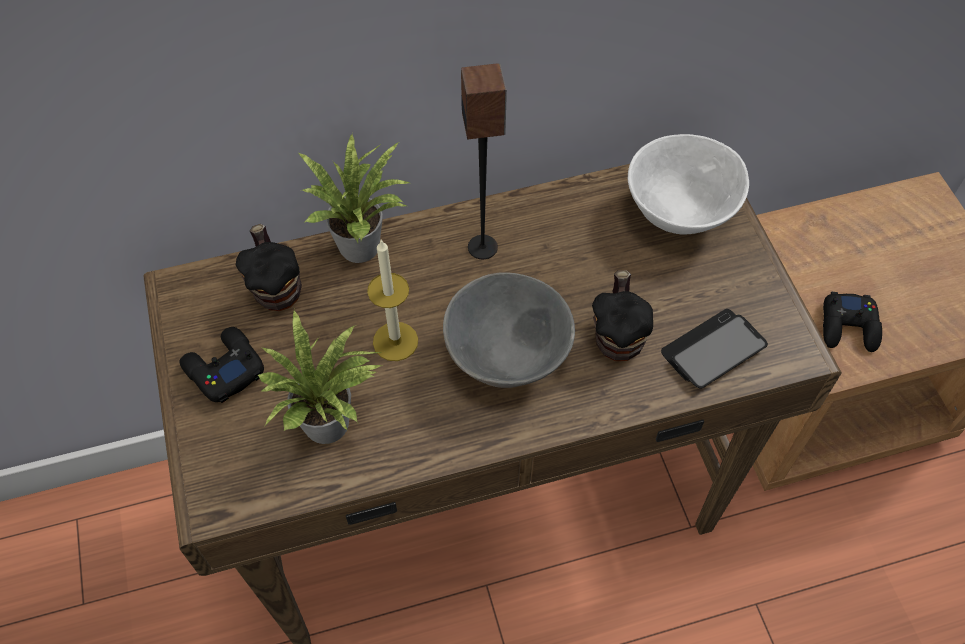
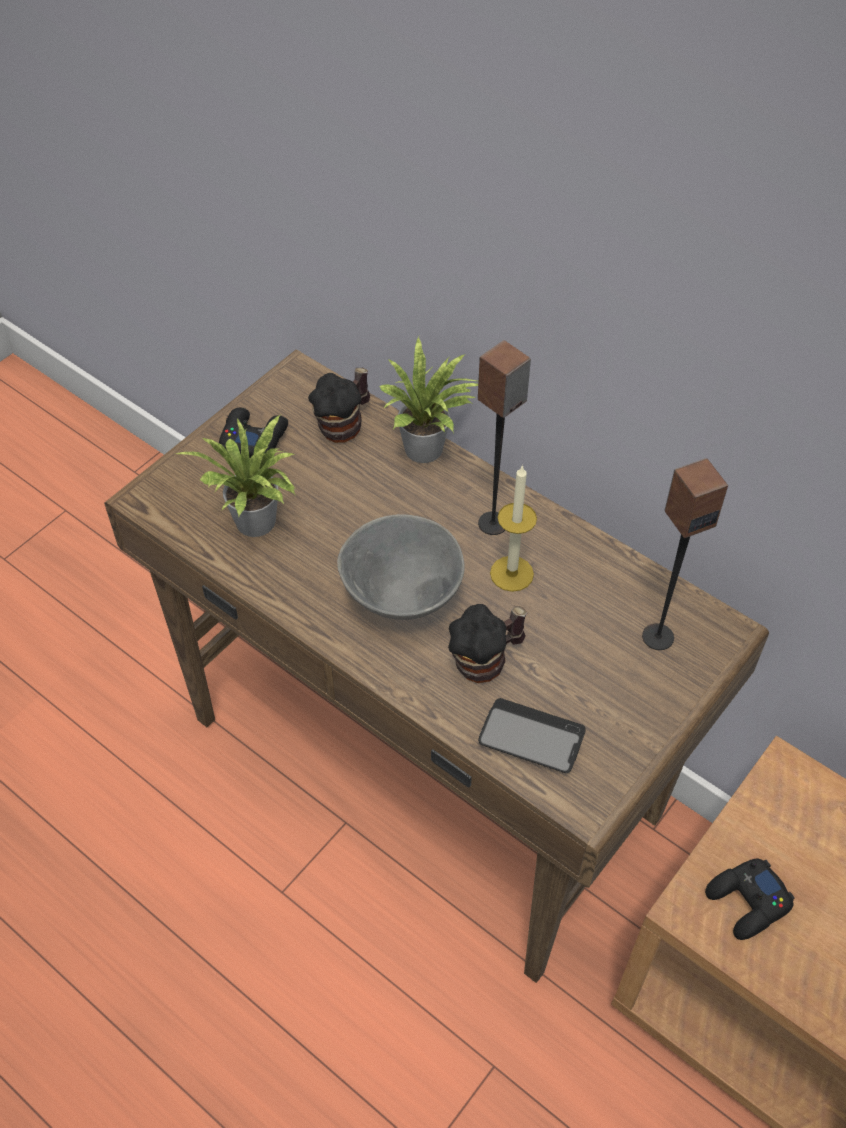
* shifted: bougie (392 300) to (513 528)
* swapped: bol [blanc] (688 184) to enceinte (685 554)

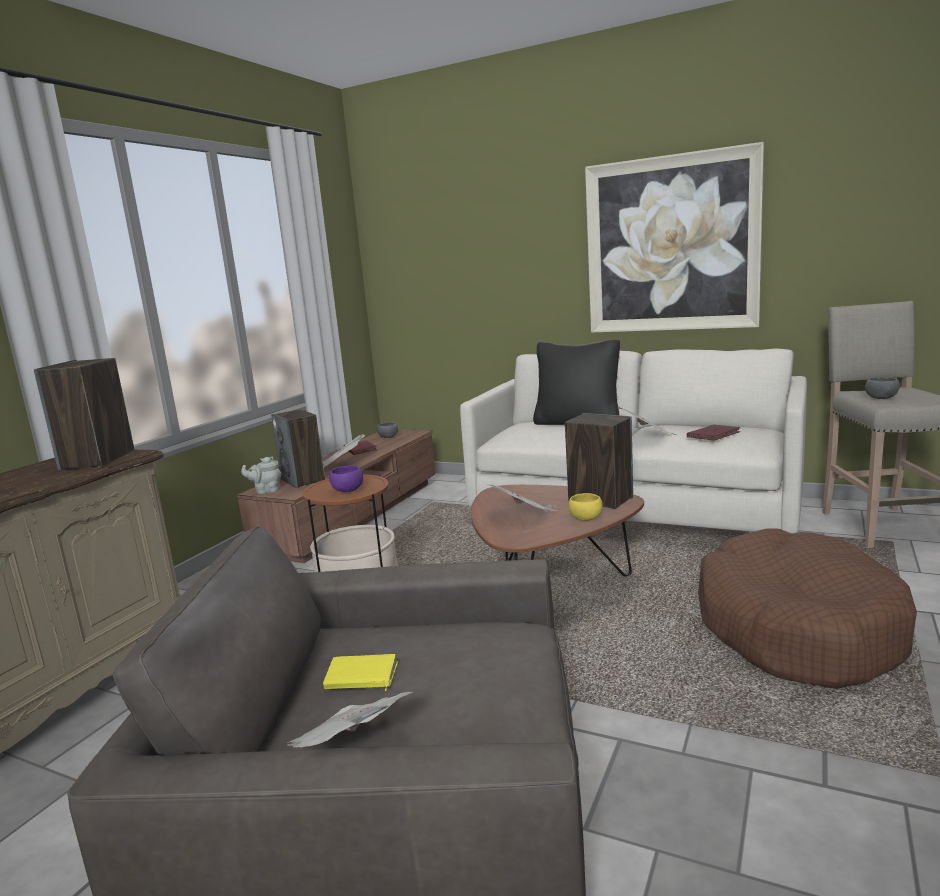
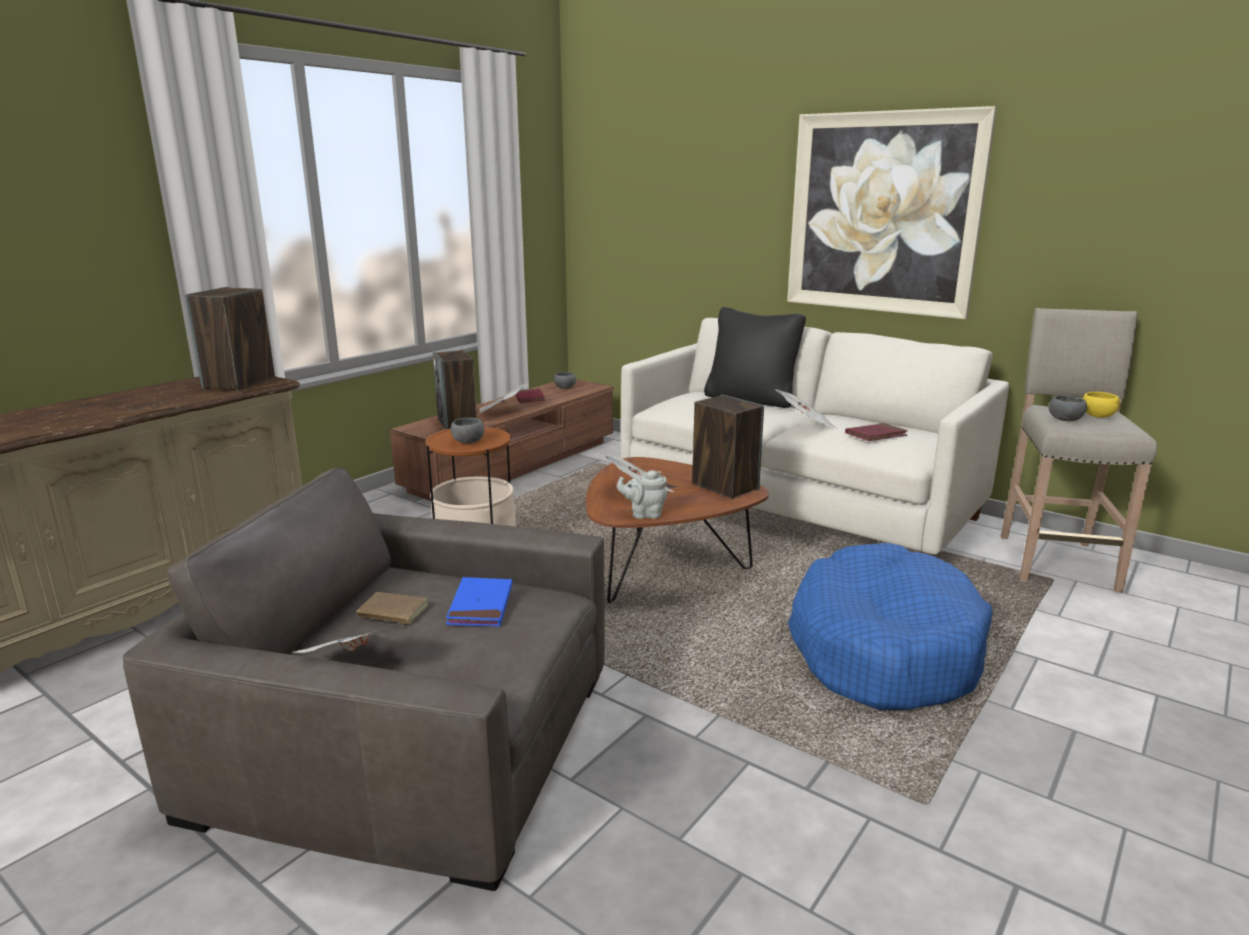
* repainted: livre [jaune] (360 672) to livre [marron] (392 609)
* new: livre [bleu] (479 602)
* repainted: bol [violet] (346 478) to bol [gris] (467 431)
* shifted: théière [gris] (261 475) to (642 494)
* repainted: panier pour chien [marron] (807 609) to panier pour chien [bleu] (890 626)
* shifted: bol [jaune] (585 507) to (1101 405)

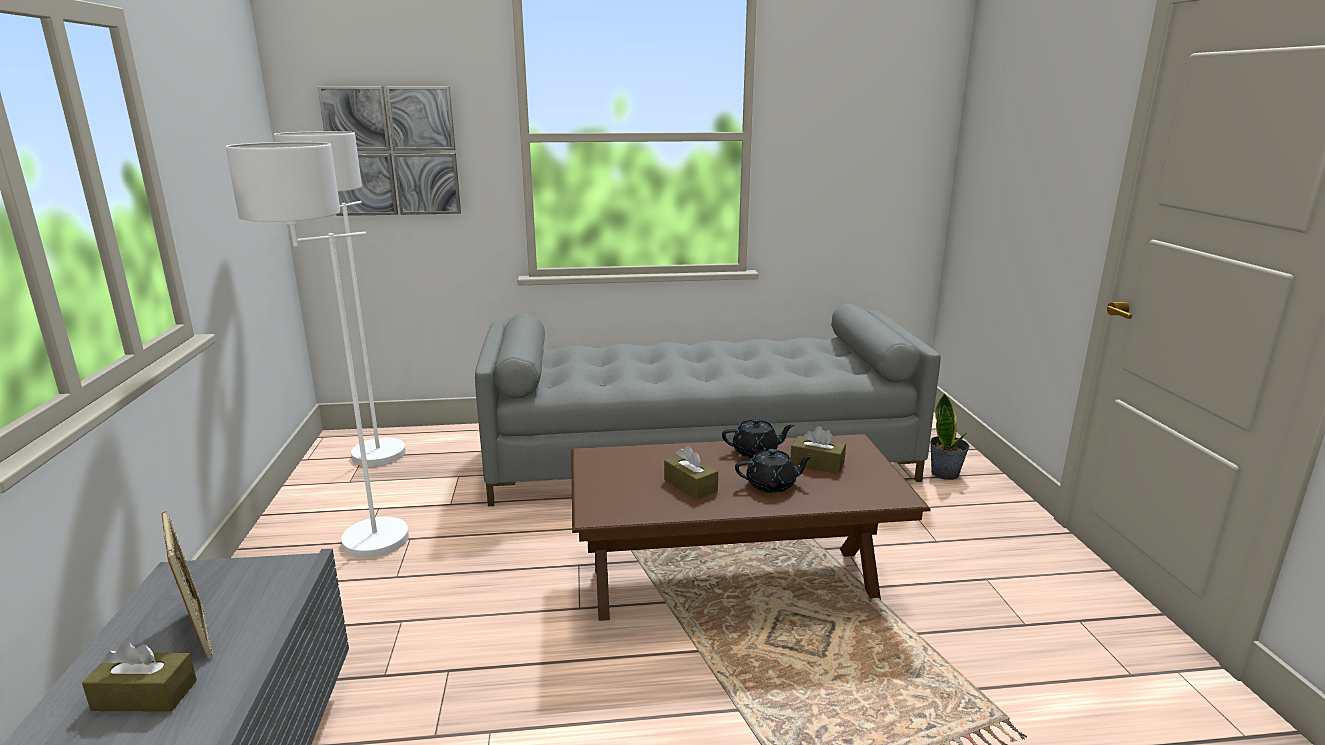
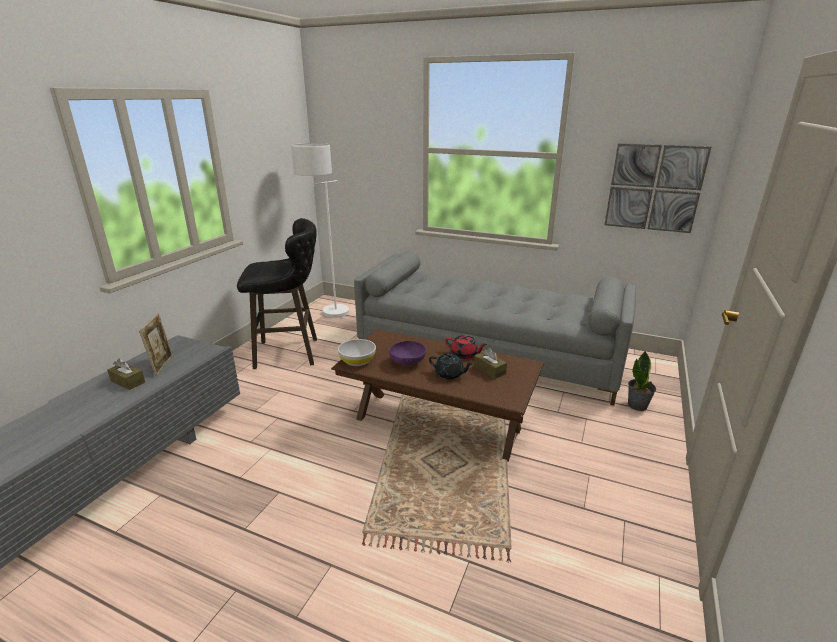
* swapped: lampadaire [blanc] (317 350) to tabouret [noir] (277 293)
* new: bol [blanc] (357 352)
* swapped: boîte à mouchoirs [marron] (691 473) to bol [violet] (407 353)
* repainted: théière [noir] (758 438) to théière [rouge] (466 347)
* shifted: tableau (389 151) to (658 188)

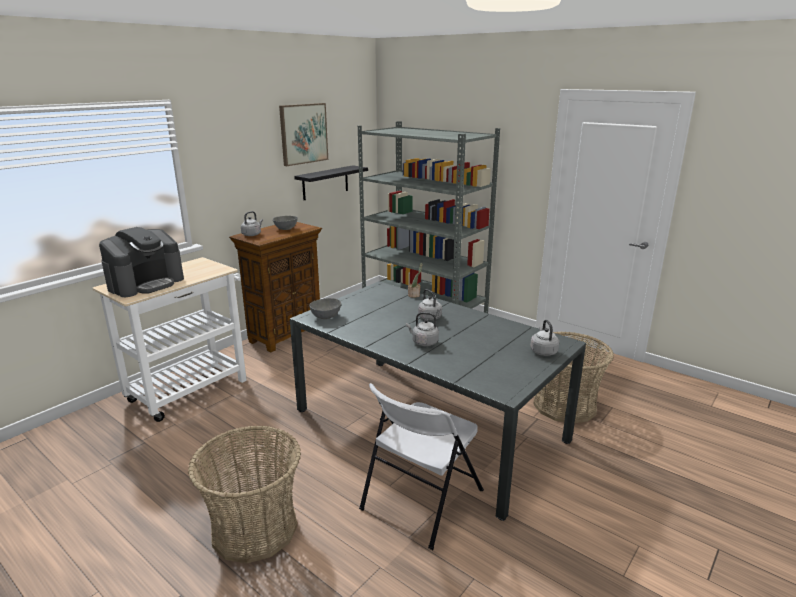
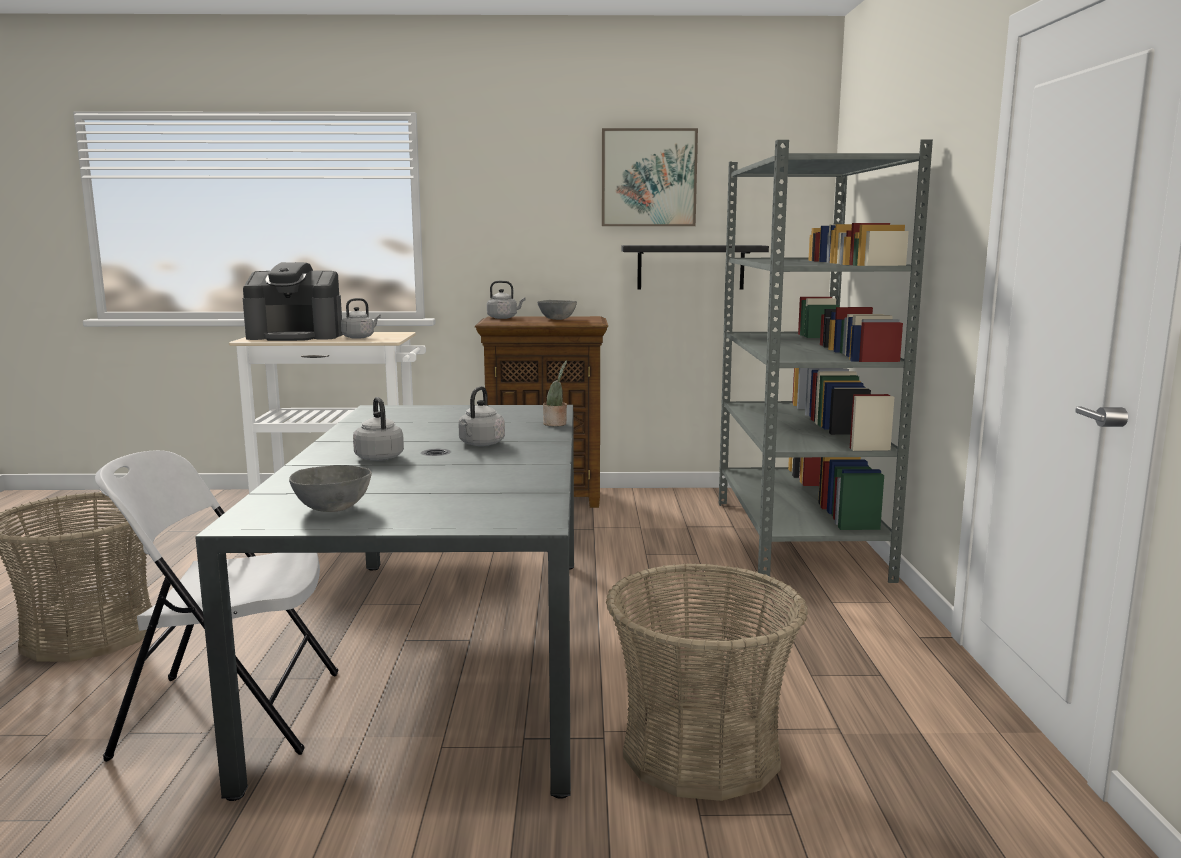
* shifted: bol [gris] (325 308) to (330 488)
* shifted: bouilloire [gris] (544 338) to (361 318)

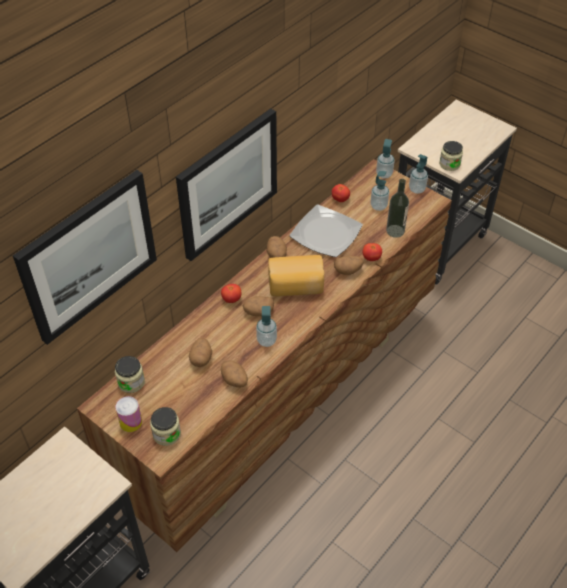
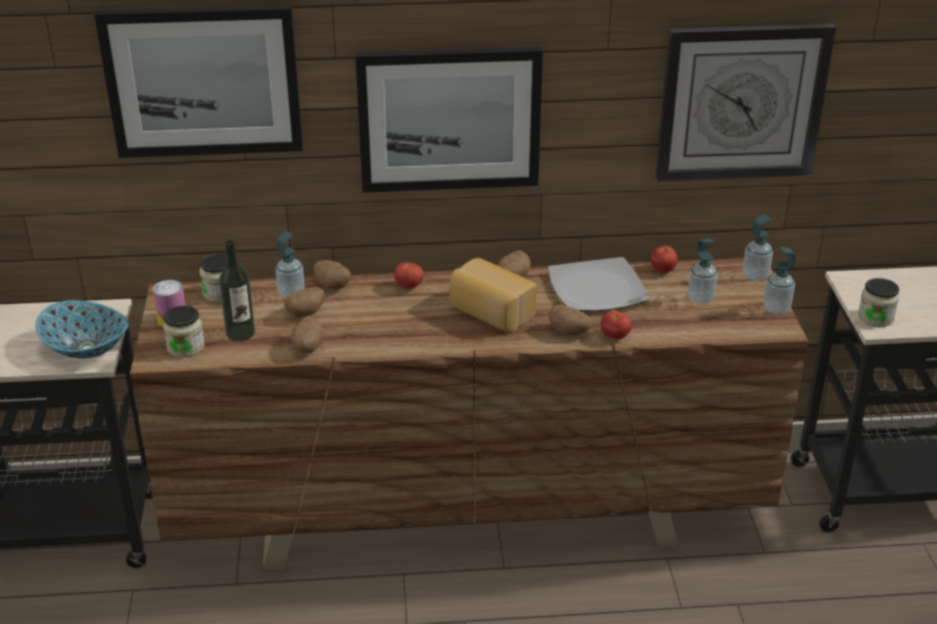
* new: bol (82 329)
* shifted: bouteille (397 208) to (237 290)
* shifted: distributeur de savon (266 326) to (290 264)
* shifted: pomme de terre (258 306) to (332 274)
* new: horloge murale (745 103)

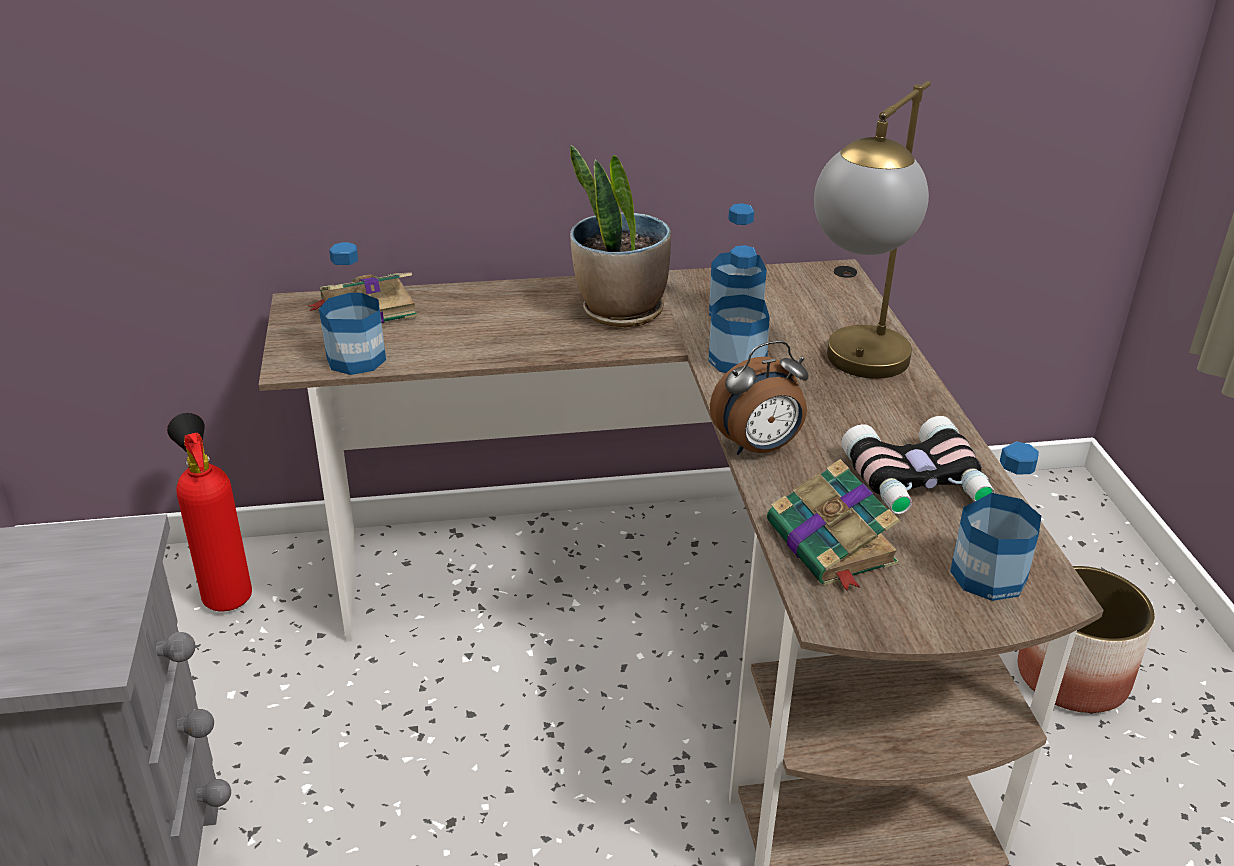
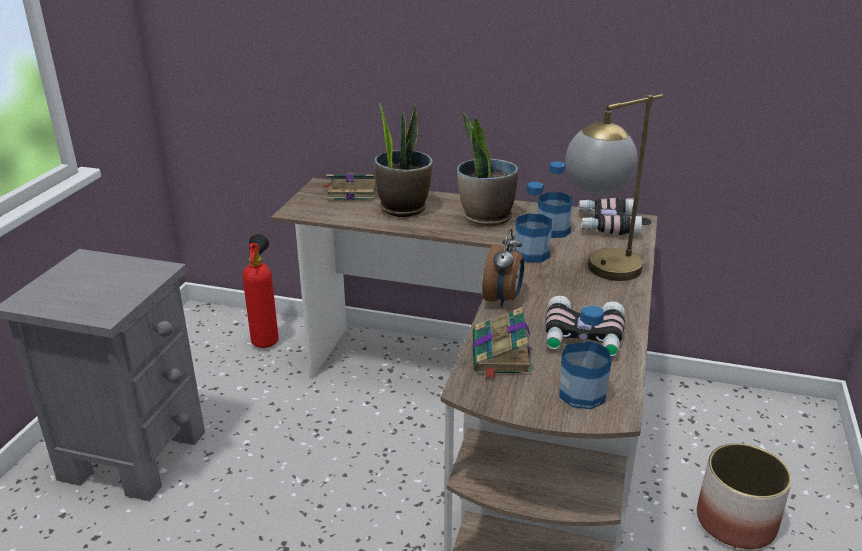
* new: plante en pot (403 159)
* rotated: réveil (759 398) = (503 268) 75 degrees counterclockwise
* new: jumelles (610 216)
* gone: bouteille (352 308)

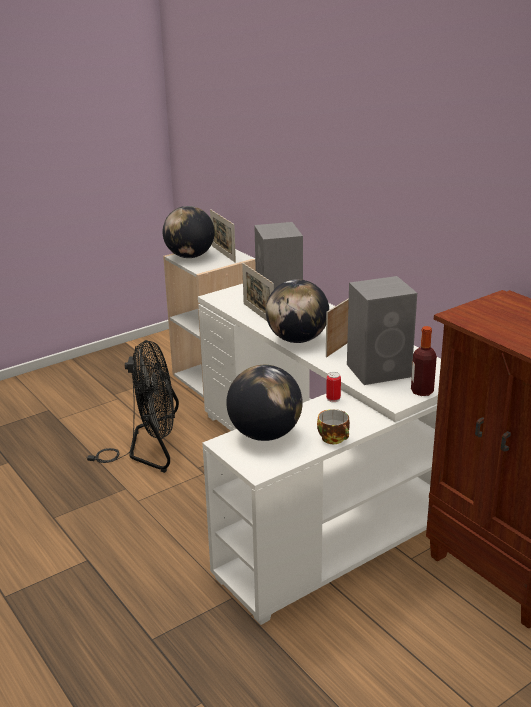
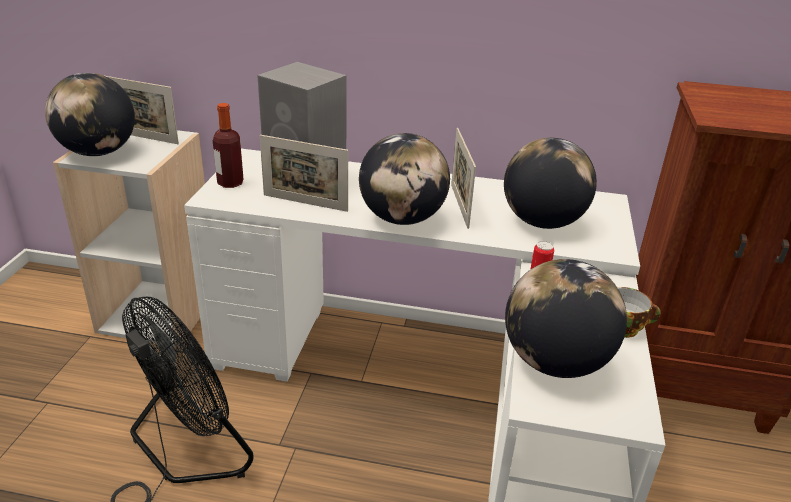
* shifted: bouteille (424 361) to (228 145)
* swapped: enceinte [gris] (382 330) to globe (550 183)

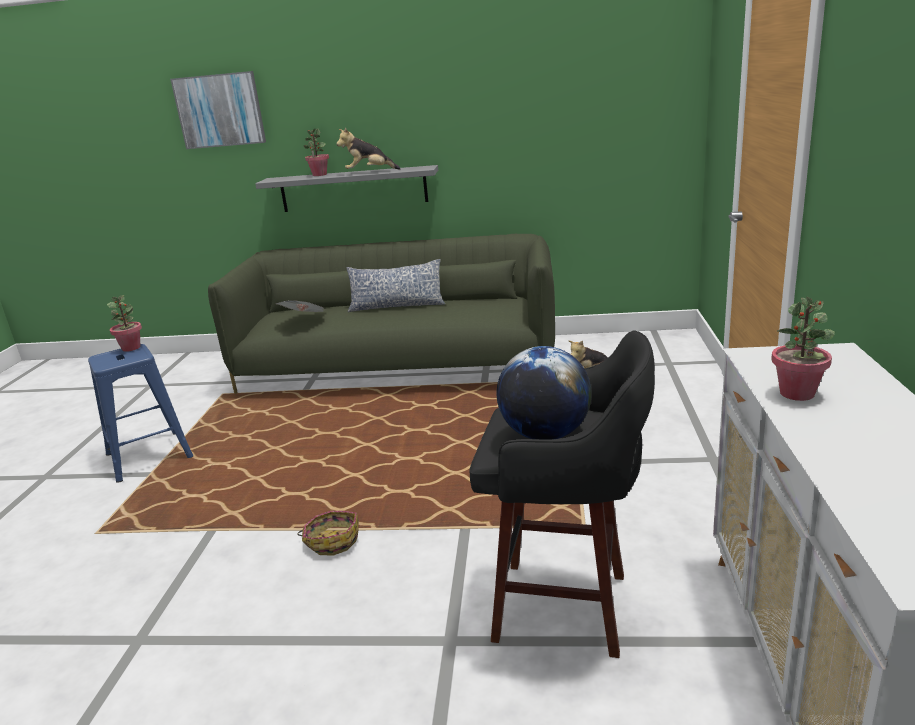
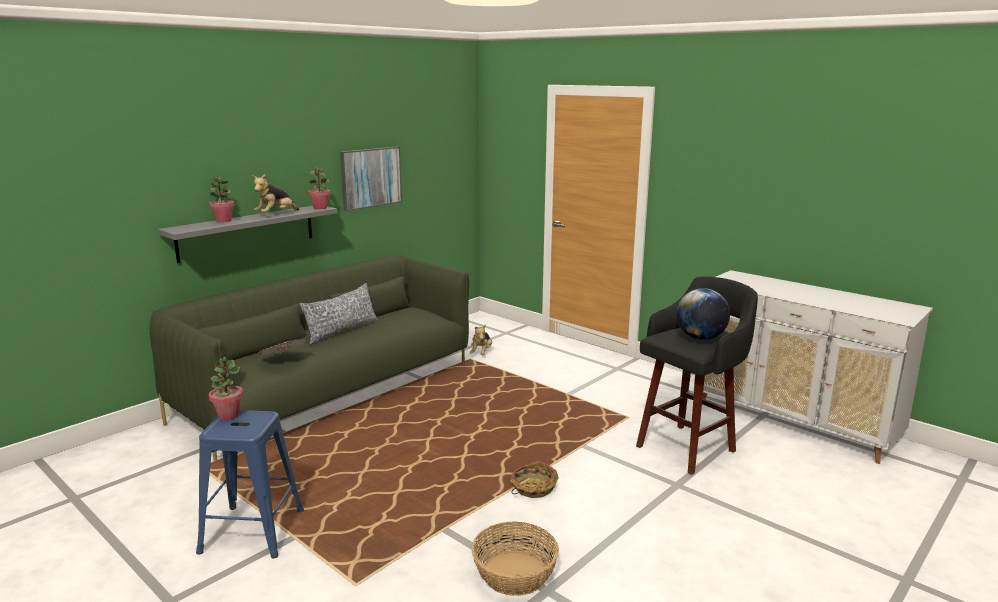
* shifted: plante en pot (803 349) to (319 188)
* shifted: tableau (218 110) to (371 179)
* new: panier (515 558)

